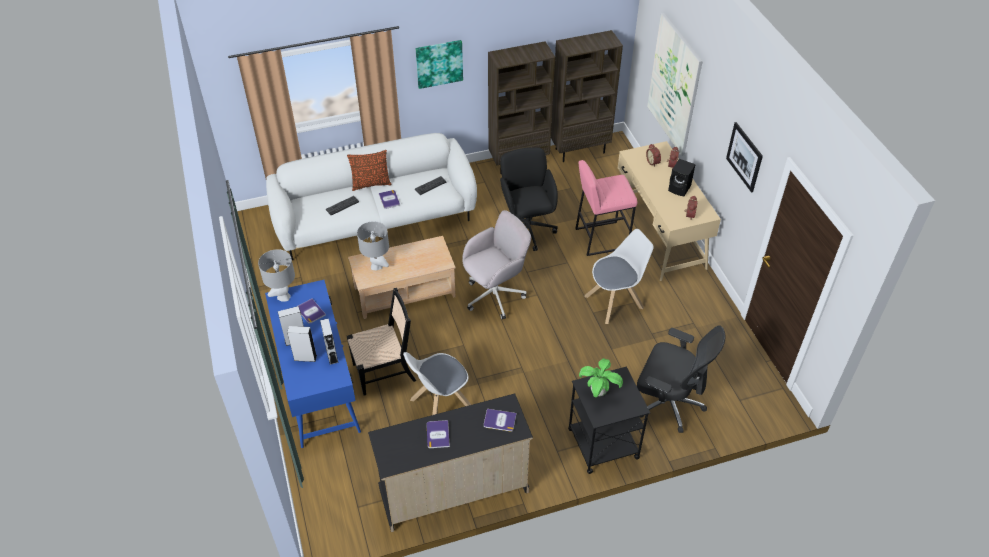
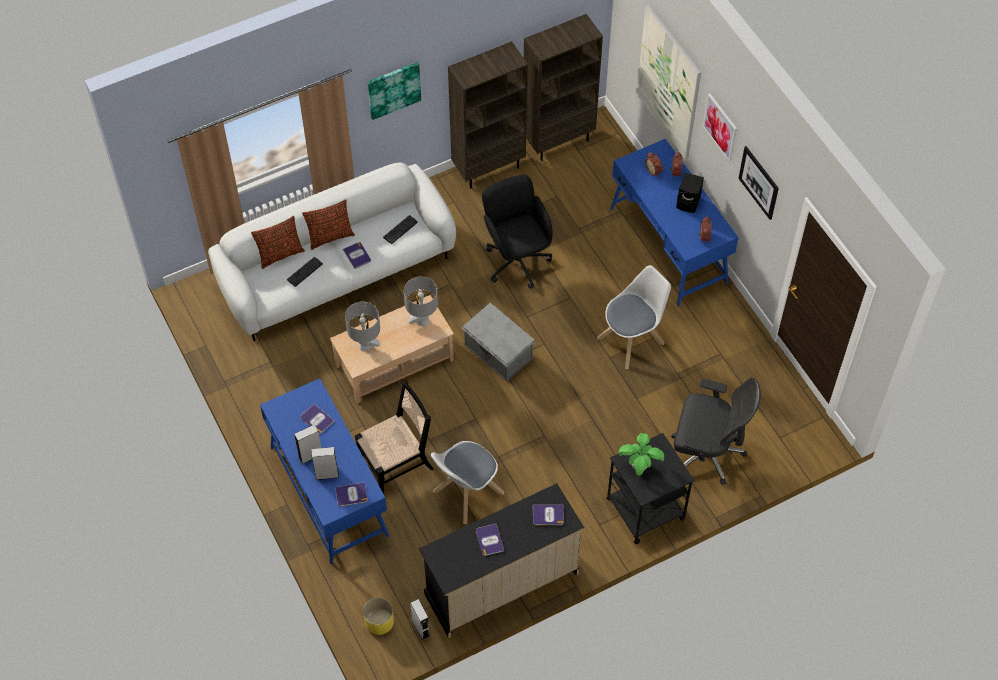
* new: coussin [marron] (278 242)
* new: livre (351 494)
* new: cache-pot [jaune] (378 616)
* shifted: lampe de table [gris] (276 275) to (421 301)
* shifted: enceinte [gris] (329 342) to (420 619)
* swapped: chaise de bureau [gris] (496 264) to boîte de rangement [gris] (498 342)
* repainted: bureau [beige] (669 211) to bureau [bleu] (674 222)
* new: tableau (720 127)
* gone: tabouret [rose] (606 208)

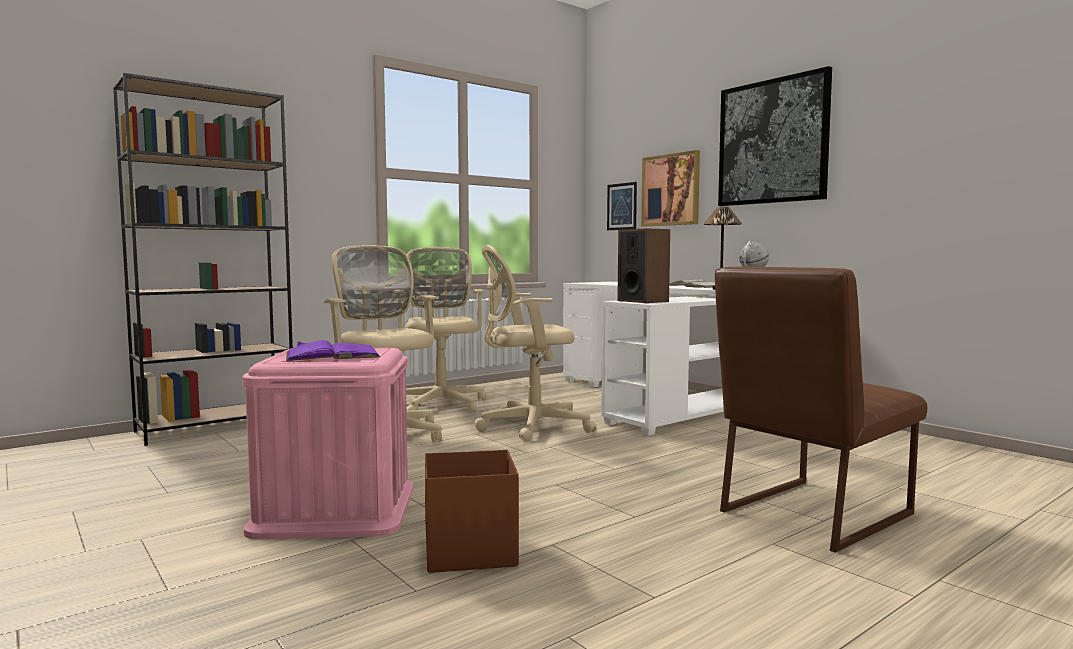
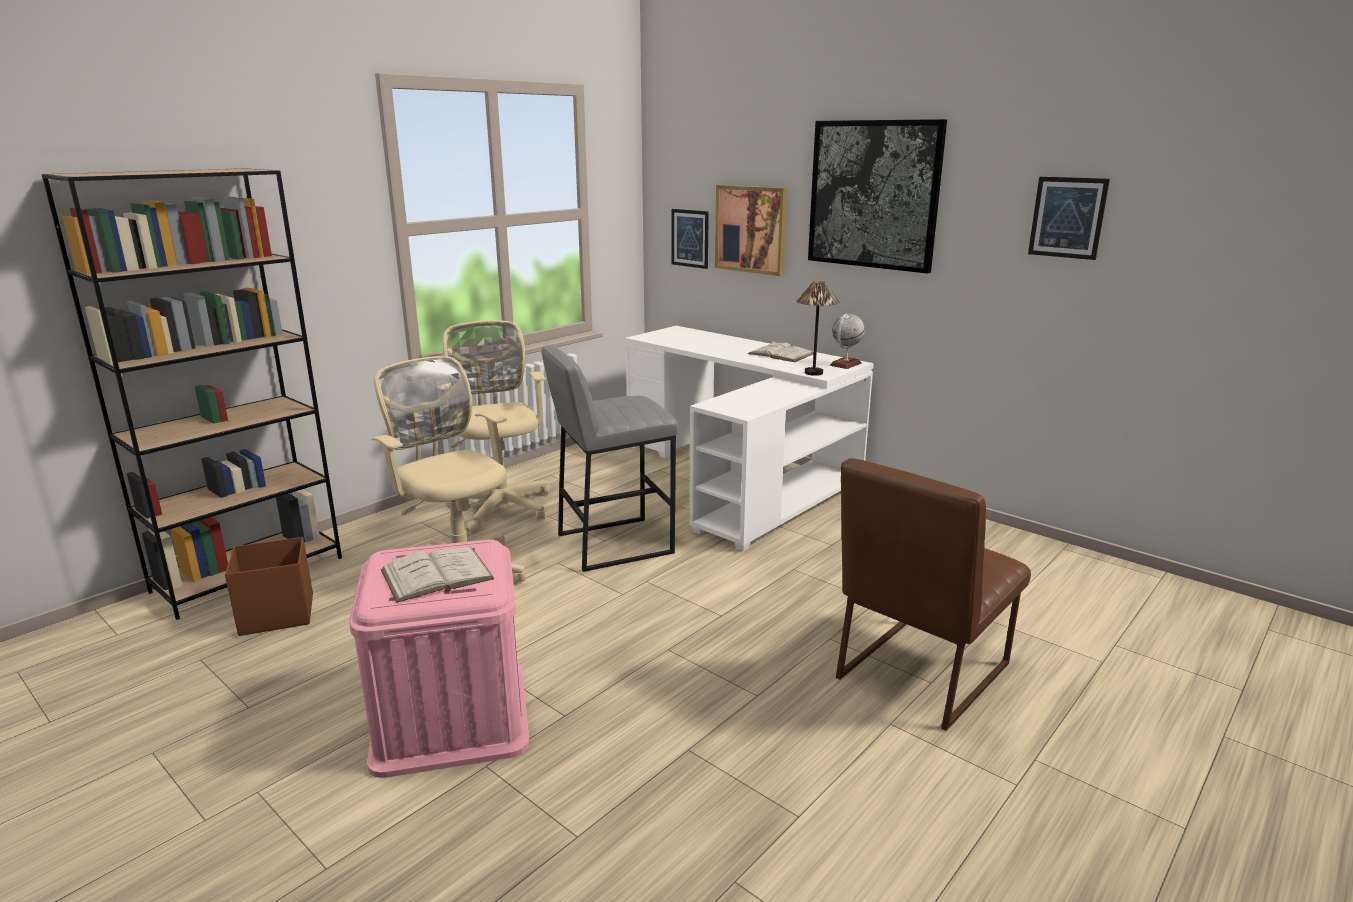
* shifted: boîte de rangement [marron] (472 511) to (269 586)
* repainted: livre [violet] (333 350) to livre [blanc] (437 575)
* swapped: chaise de bureau [beige] (535 343) to tabouret [gris] (609 458)
* new: tableau (1069 218)
* gone: enceinte (643 265)

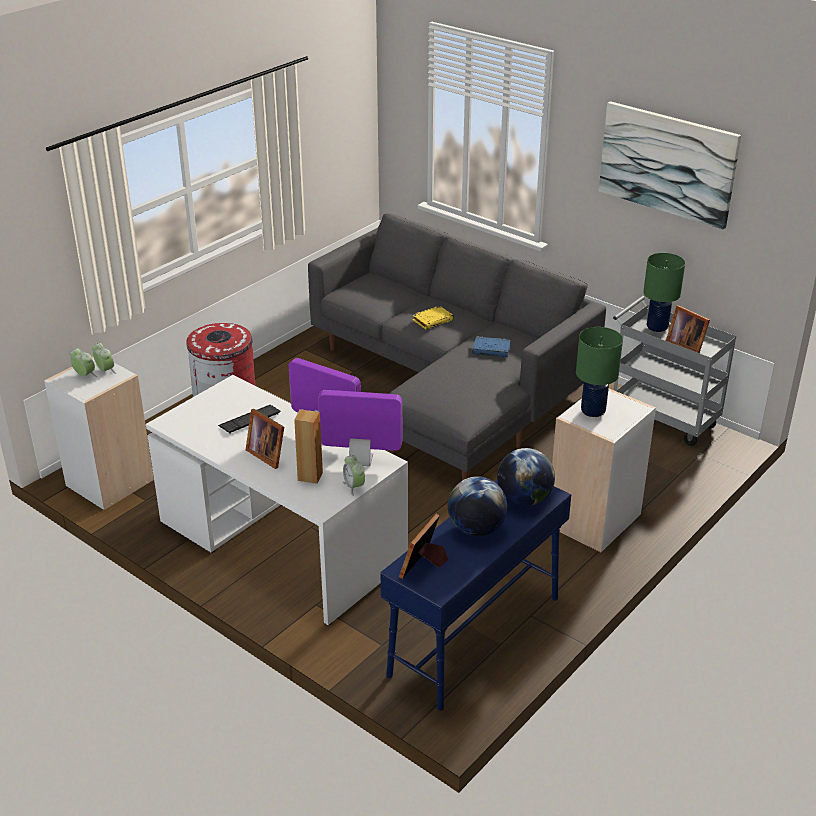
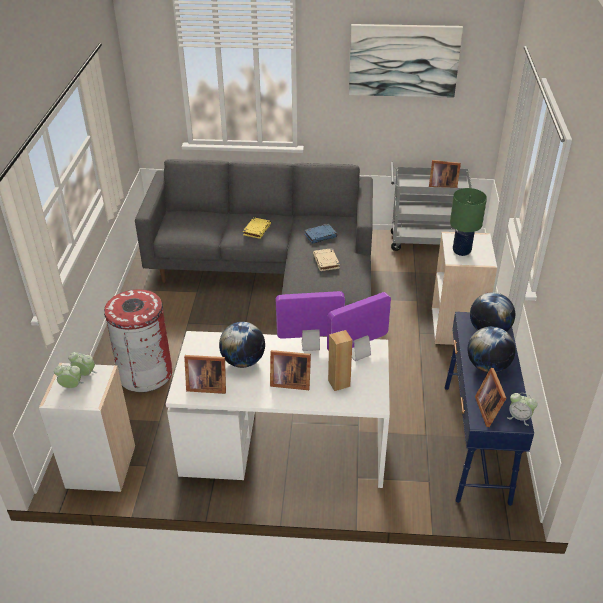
* new: cadre photo (205 374)
* swapped: clavier (249 419) to globe (242 345)
* new: livre [beige] (326 259)
* shifted: réveil (354 475) to (522 409)
* gone: lampe de table [vert] (664 292)

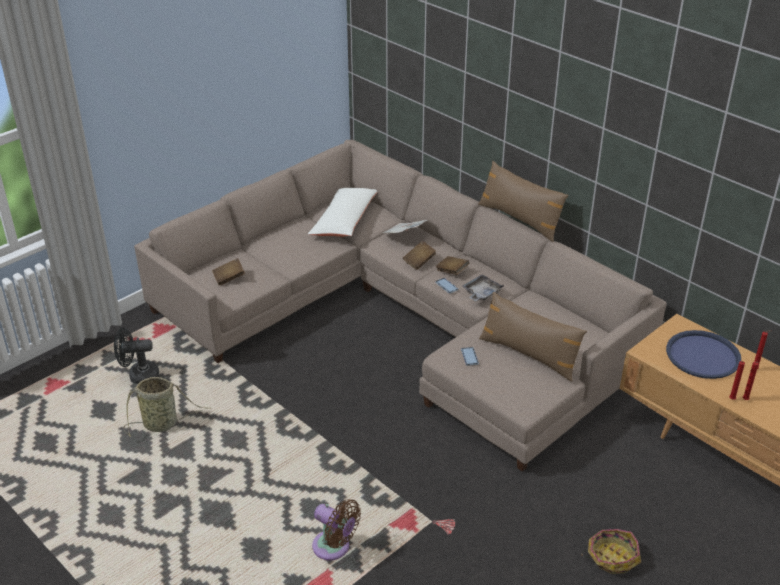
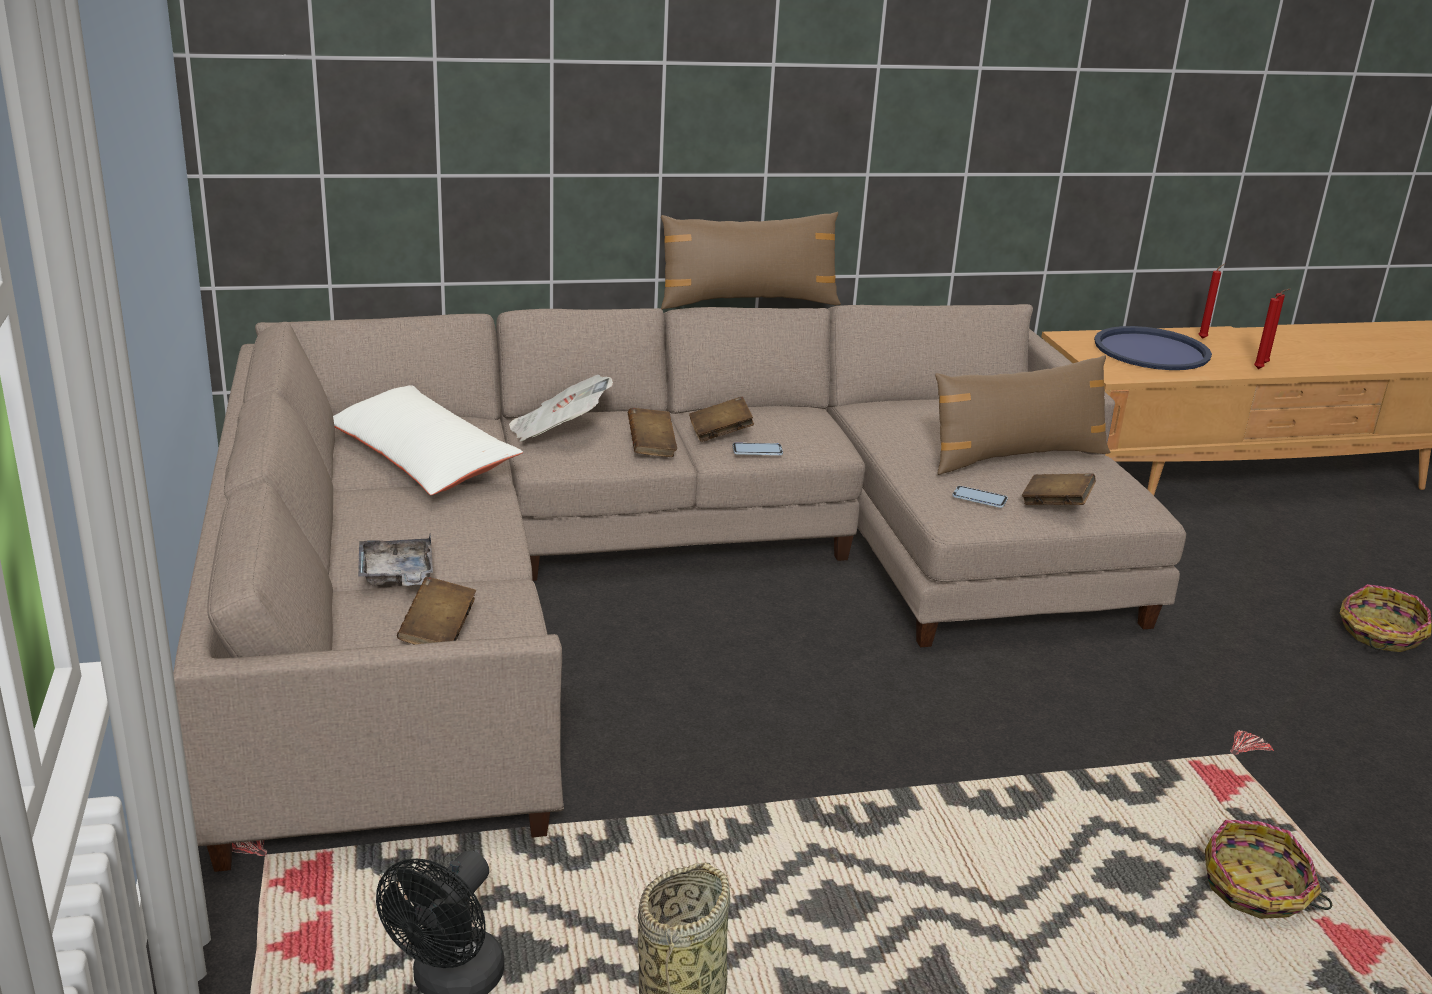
* shifted: plateau [gris] (483 287) to (395 560)
* new: livre [marron] (1059 489)
* swapped: ventilateur [marron] (336 529) to panier (1268 869)

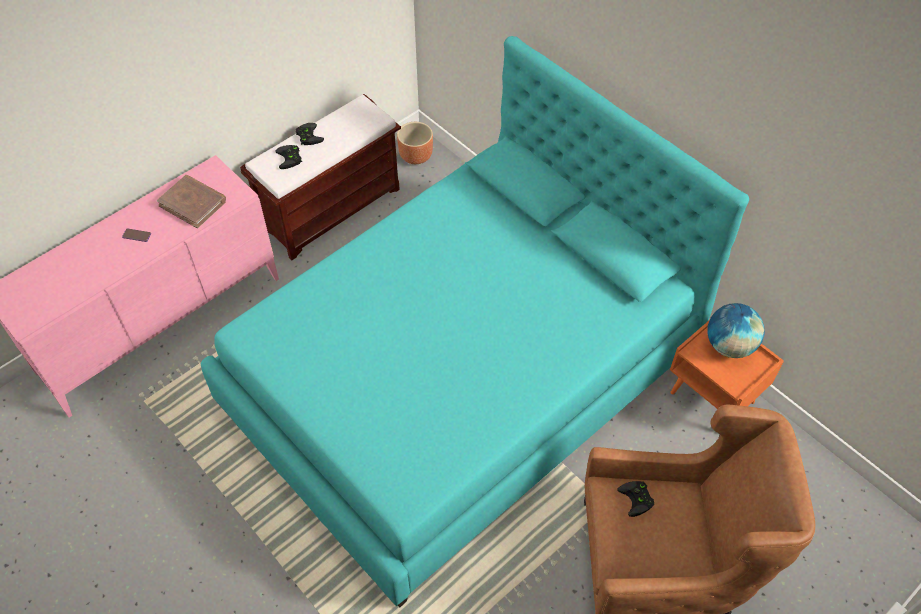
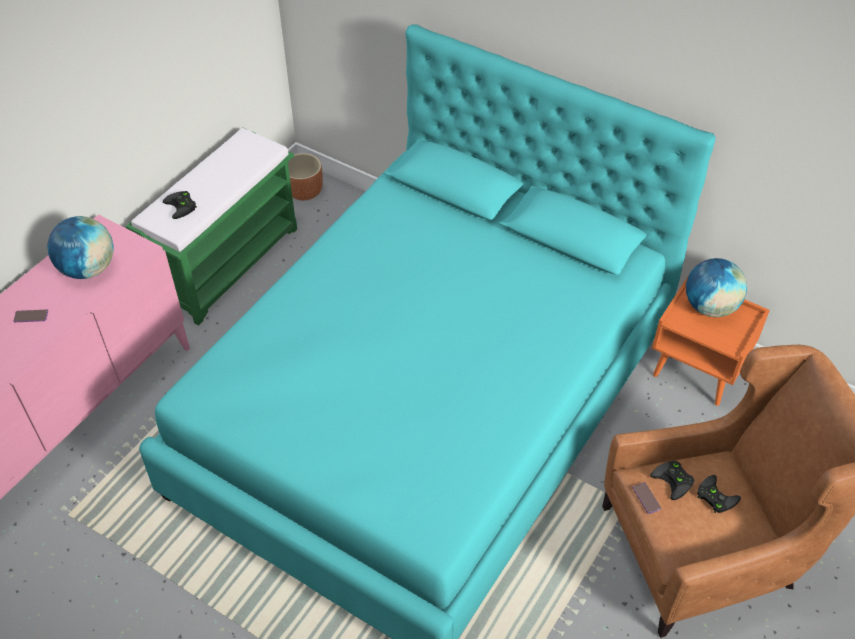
* swapped: livre [marron] (191 201) to globe (80 247)
* repainted: banc [marron] (320 177) to banc [vert] (211 227)
* new: téléphone (646 498)
* shifted: manette [noir] (310 134) to (719 494)

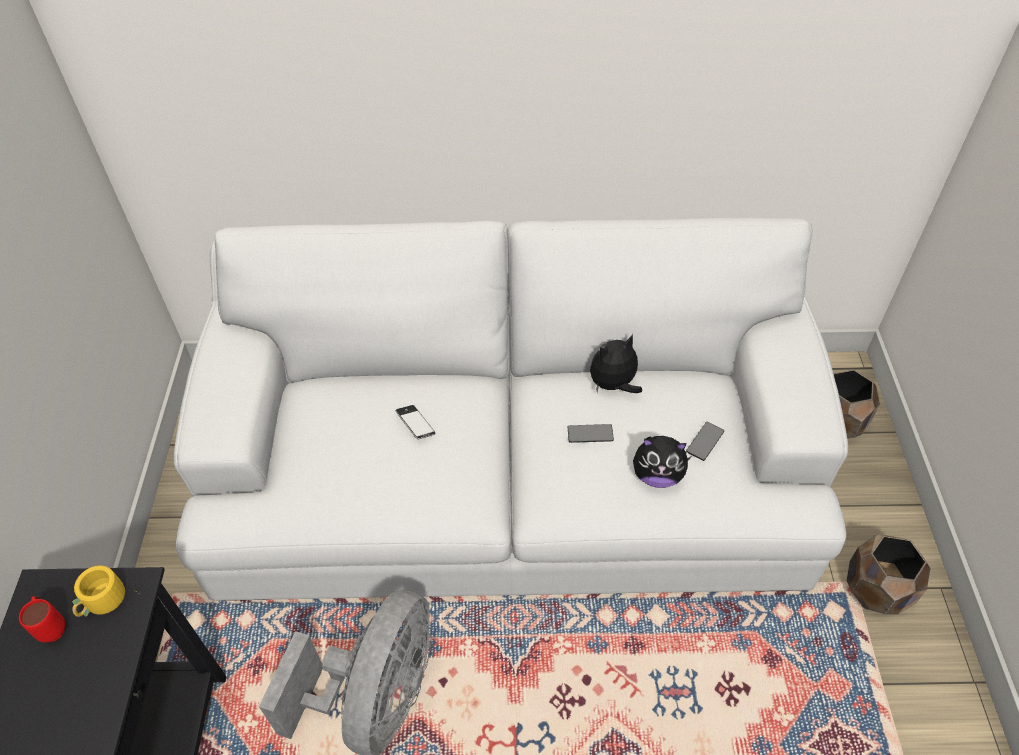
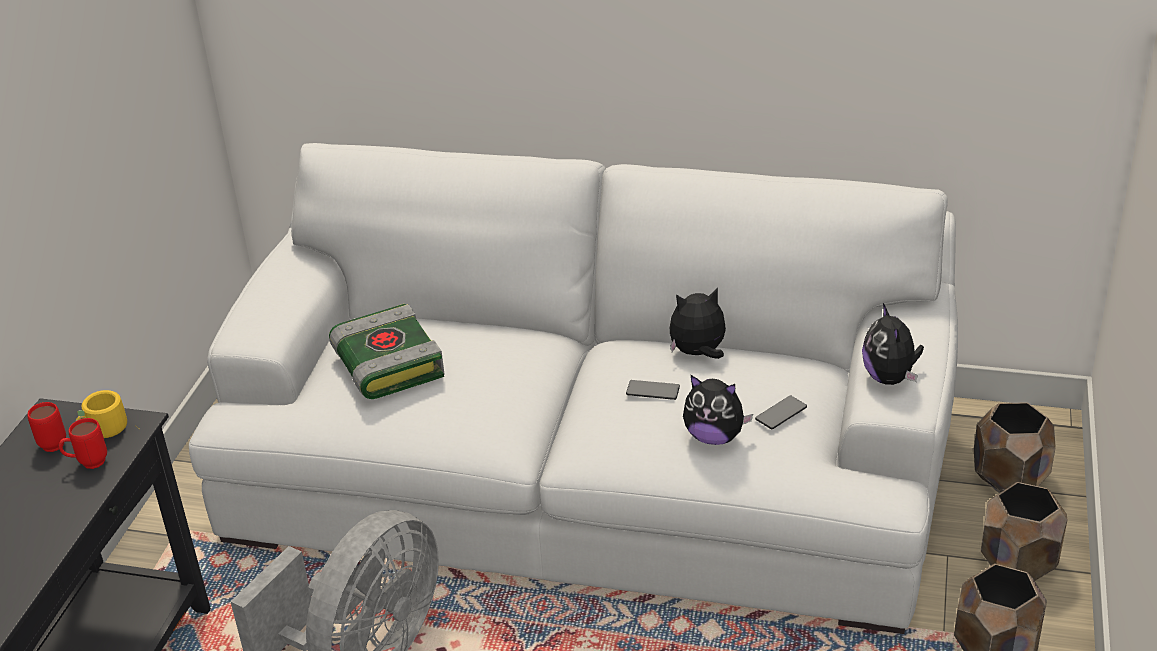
* new: mug [rouge] (82 443)
* new: livre (387 351)
* new: peluche (893 344)
* new: cache-pot [marron] (1024 531)
* gone: téléphone (415 422)

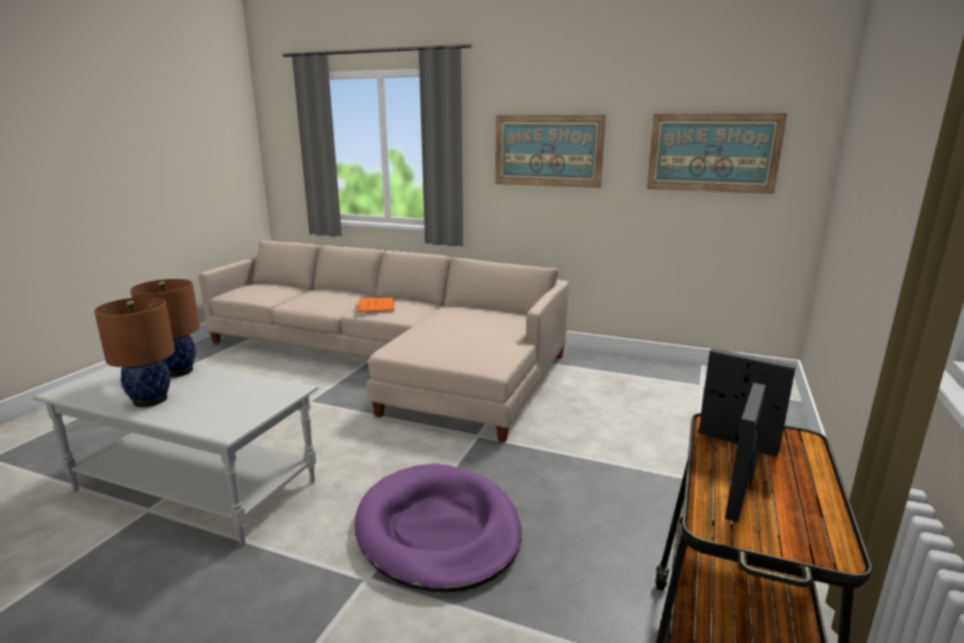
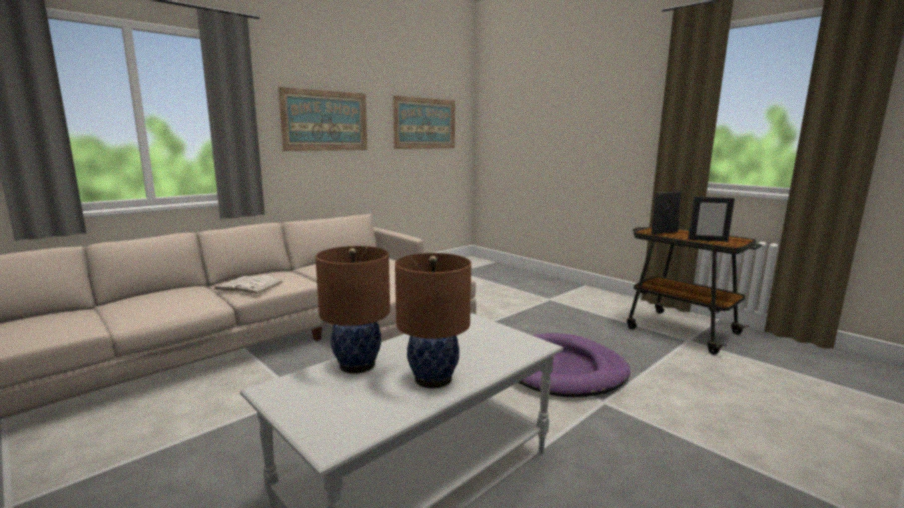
* repainted: livre [orange] (375 305) to livre [blanc] (248 284)
* rotated: cadre photo (745 452) = (711 219) 45 degrees counterclockwise

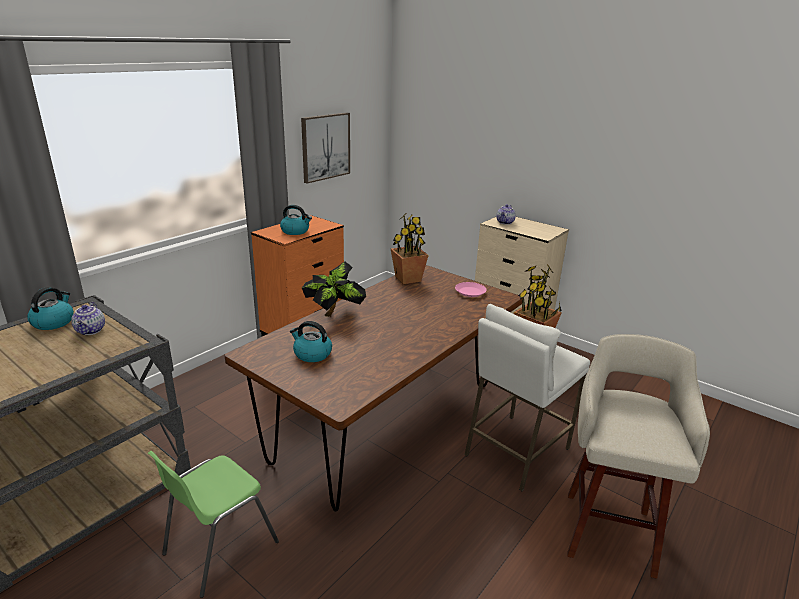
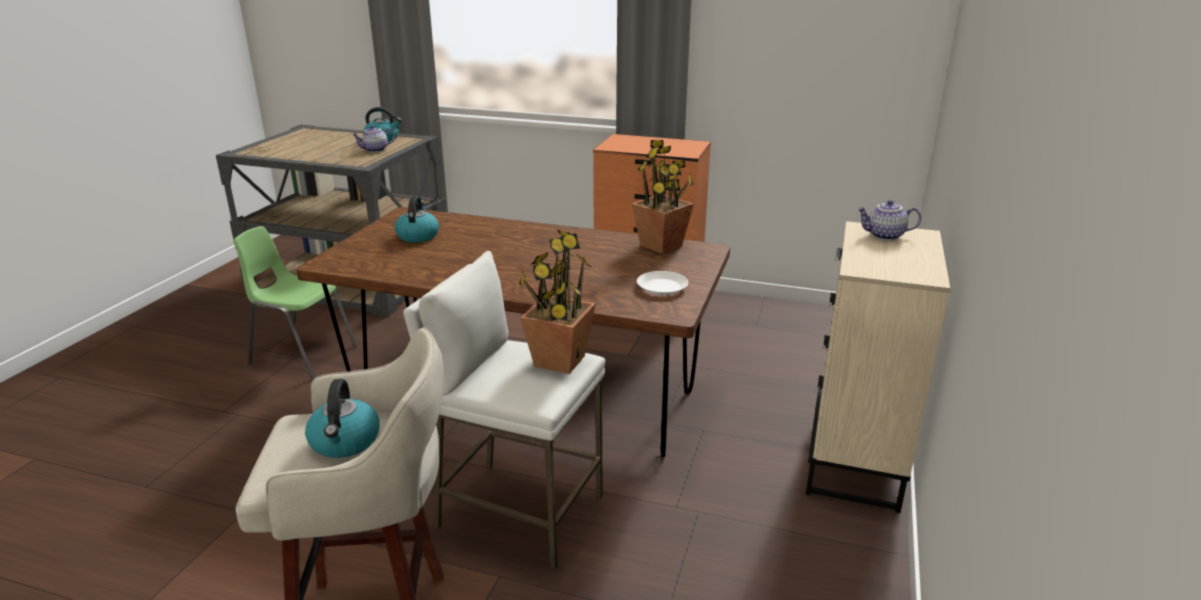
* shifted: bouilloire (296 220) to (342 418)
* repainted: assiette [rose] (471 289) to assiette [blanc] (662 283)
* gone: tableau (325 148)
* gone: plante en pot (334 289)

